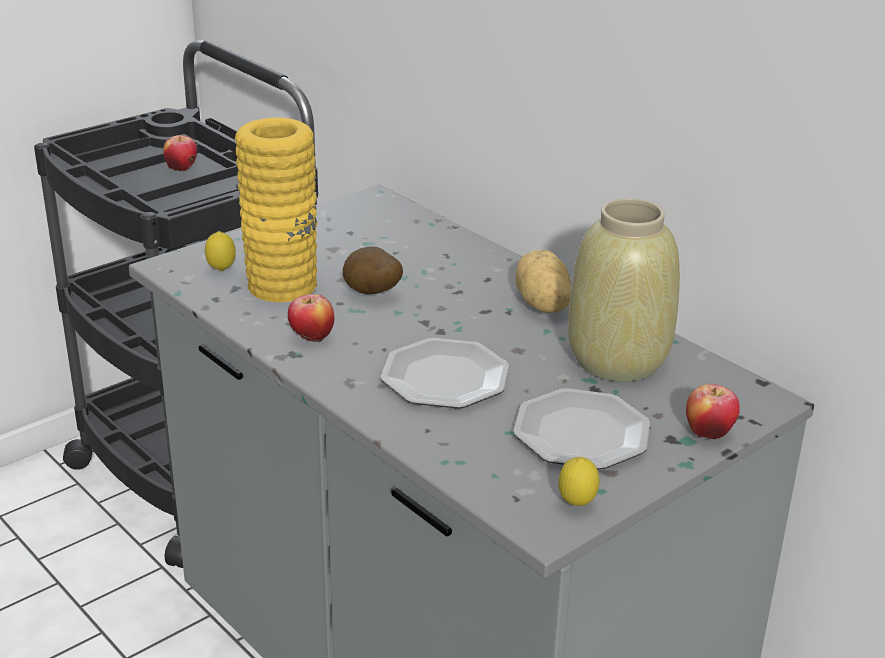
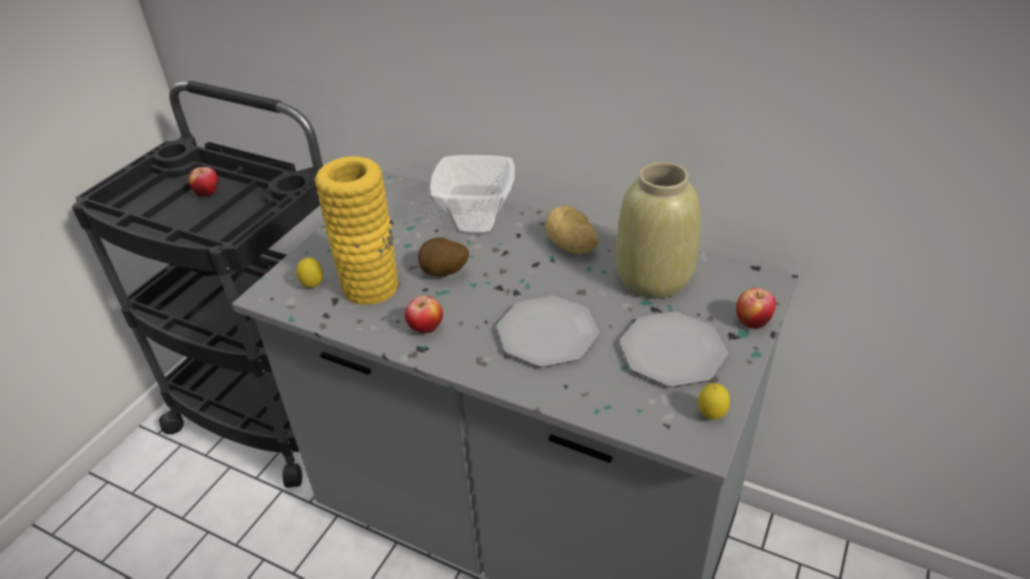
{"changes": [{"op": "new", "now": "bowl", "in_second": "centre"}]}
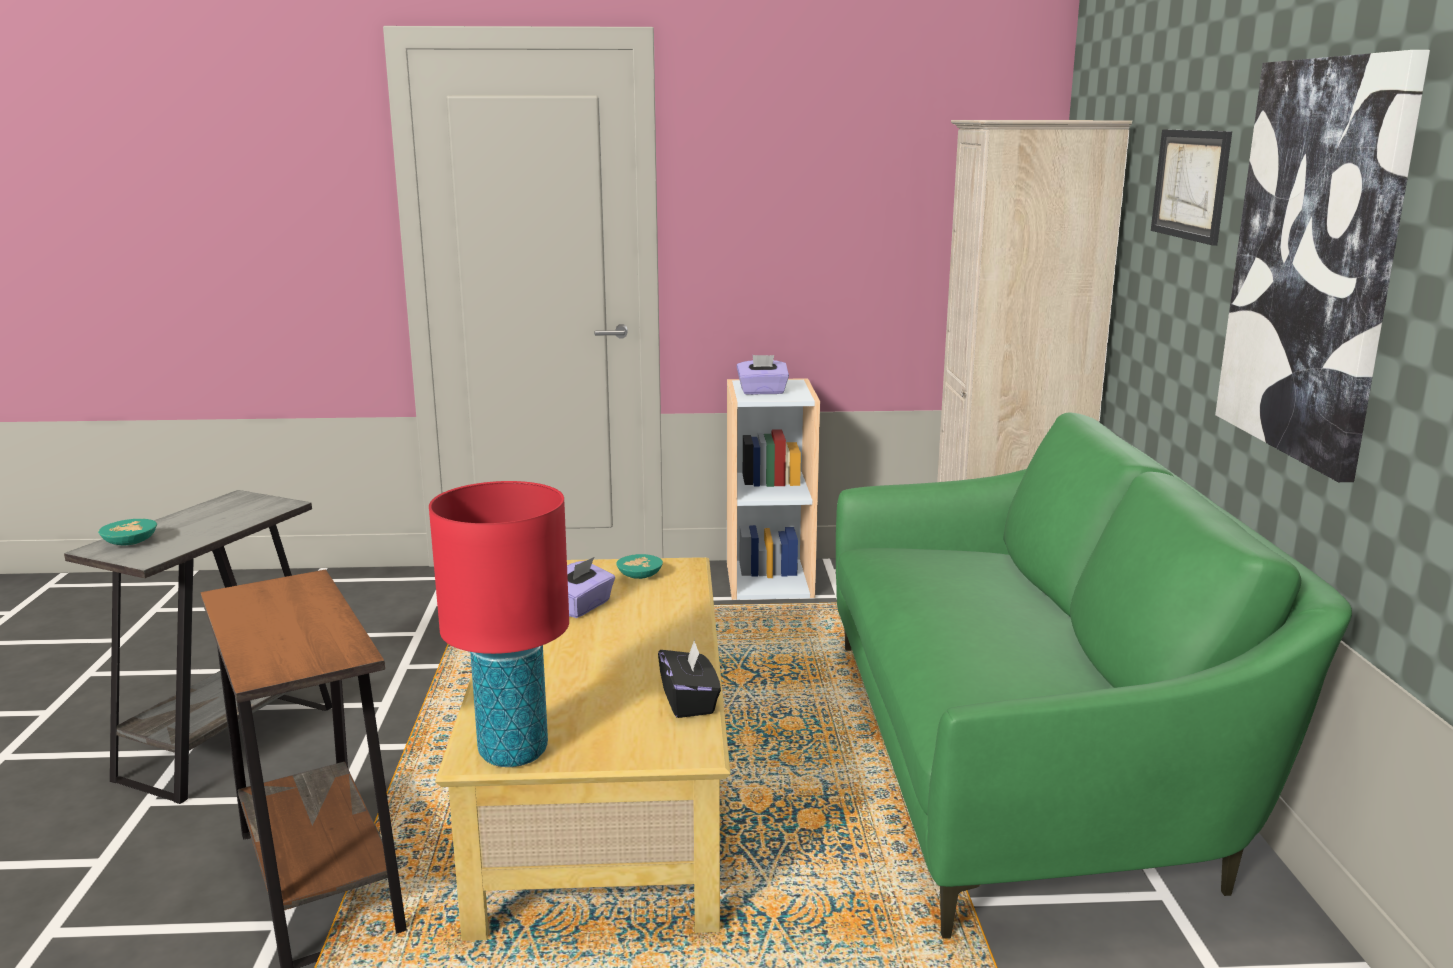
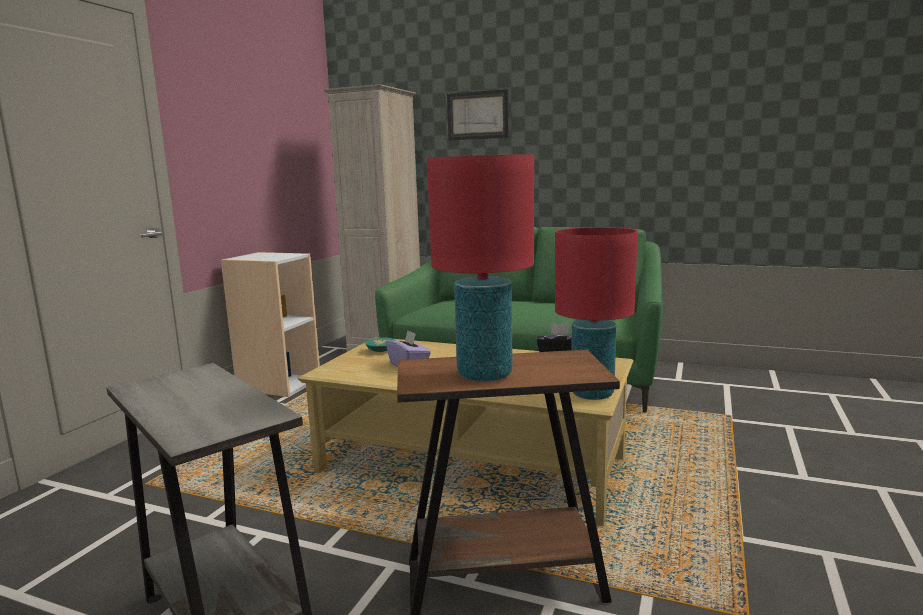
{"changes": [{"op": "gone", "was": "picture (no. 2 from left)", "in_first": "top right"}, {"op": "gone", "was": "purple tissue box (no. 2 from left)", "in_first": "centre"}, {"op": "gone", "was": "turquoise bowl (no. 1 from left)", "in_first": "middle left"}, {"op": "new", "now": "red table lamp (no. 1 from left)", "in_second": "centre"}]}
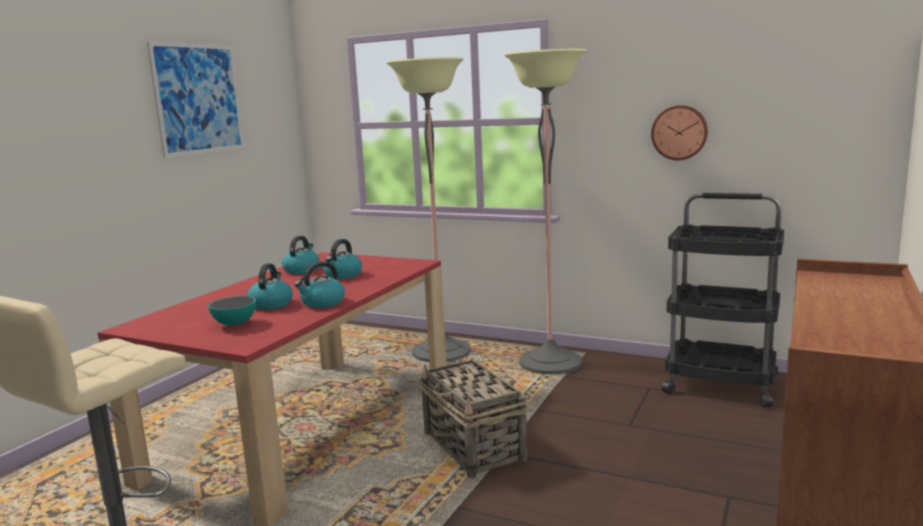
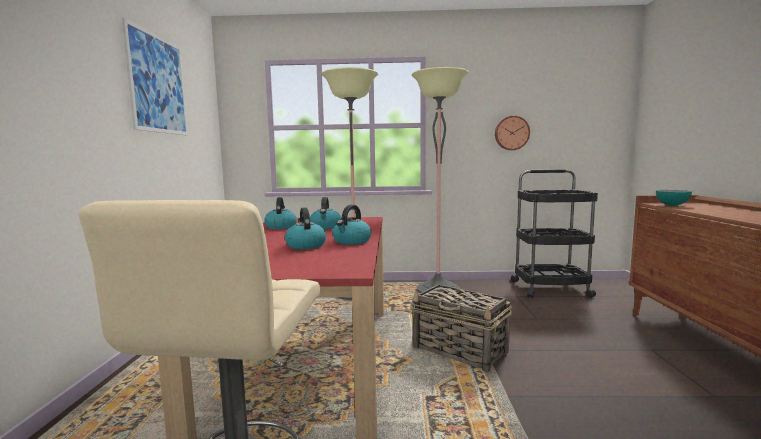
{"changes": [{"op": "shifted", "was": "bowl", "in_first": "middle left", "in_second": "middle right"}]}
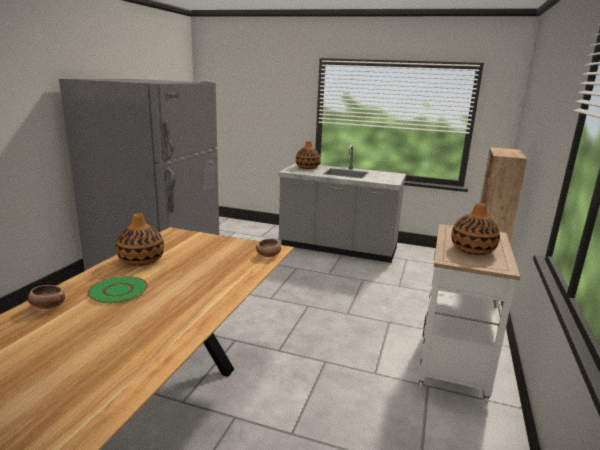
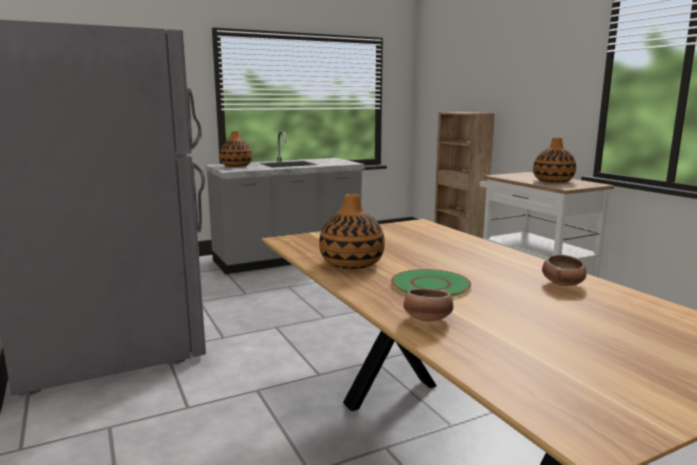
{"changes": [{"op": "shifted", "was": "bowl (no. 2 from left)", "in_first": "centre", "in_second": "middle right"}]}
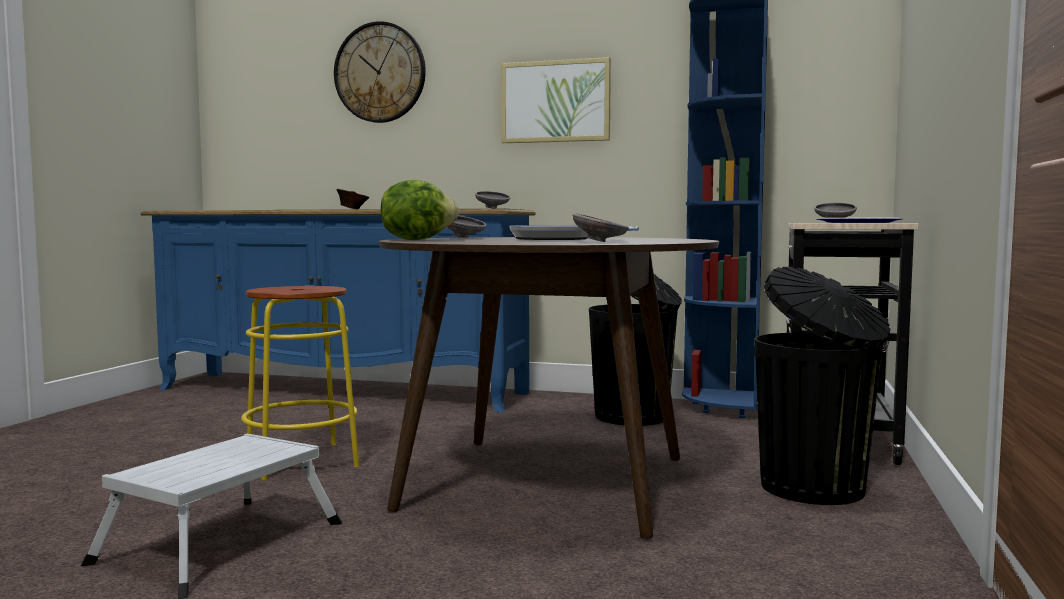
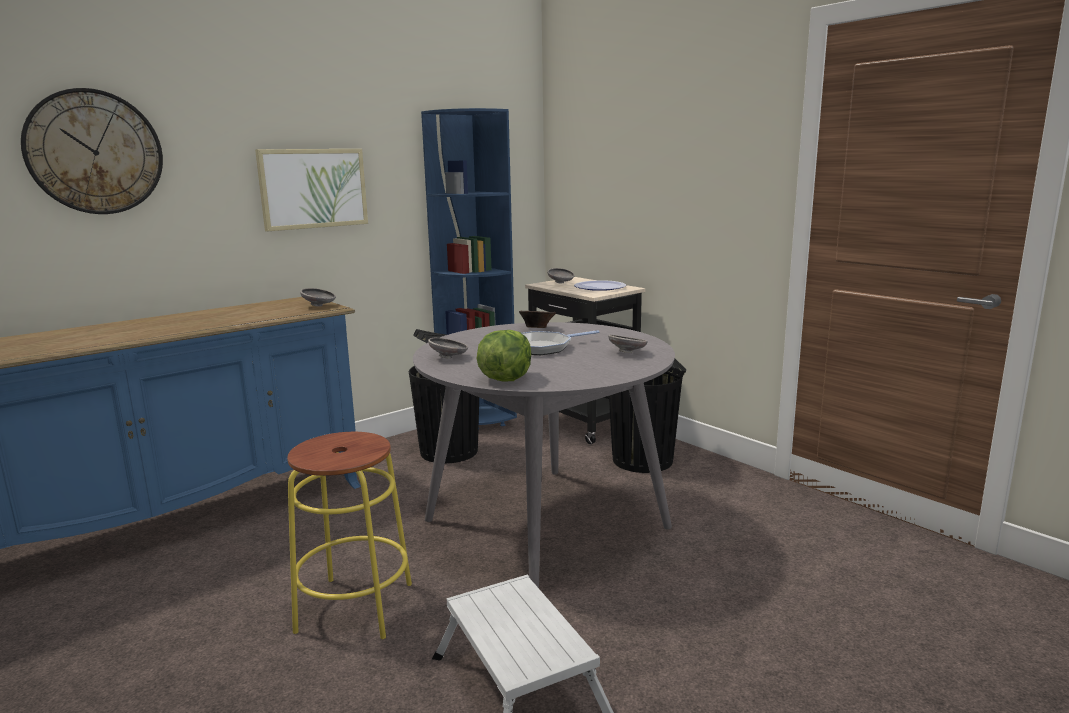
{"changes": [{"op": "shifted", "was": "brown bowl", "in_first": "top left", "in_second": "centre"}, {"op": "repainted", "was": "brown dining table", "now": "grey dining table", "in_first": "centre", "in_second": "centre"}]}
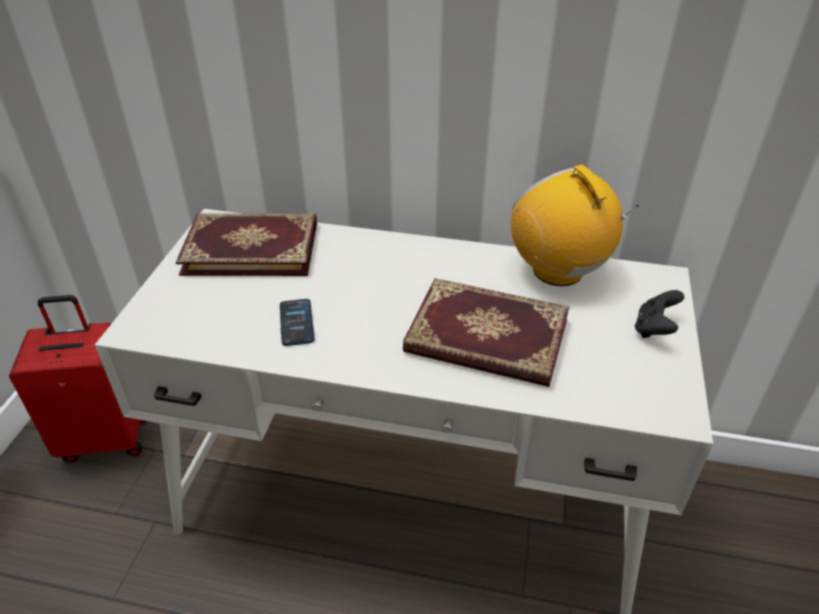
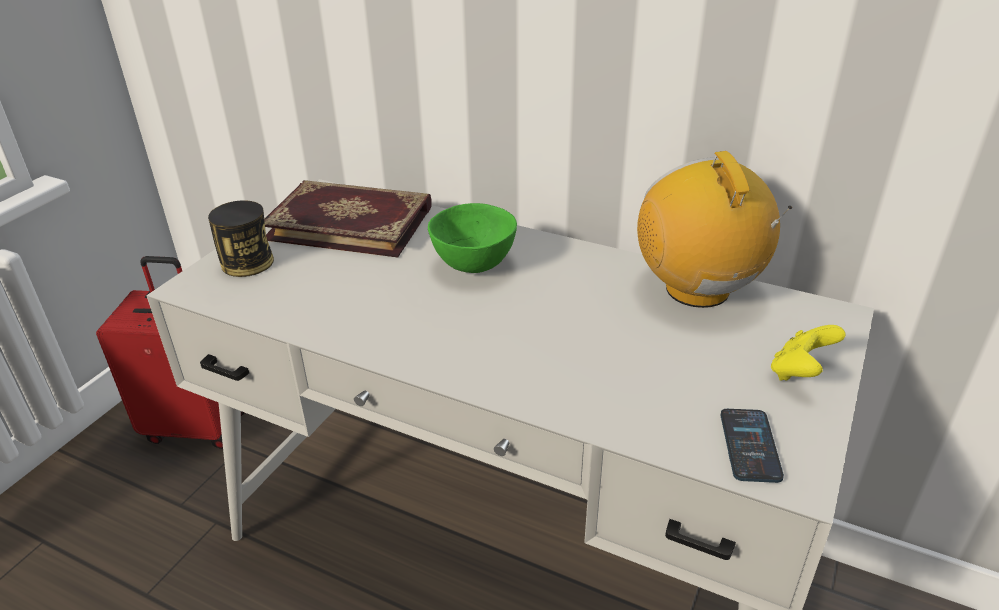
{"changes": [{"op": "gone", "was": "book (no. 2 from left)", "in_first": "centre"}, {"op": "repainted", "was": "black game controller", "now": "yellow game controller", "in_first": "middle right", "in_second": "middle right"}, {"op": "shifted", "was": "phone", "in_first": "centre", "in_second": "bottom right"}, {"op": "new", "now": "can", "in_second": "middle left"}, {"op": "new", "now": "green bowl", "in_second": "centre"}]}
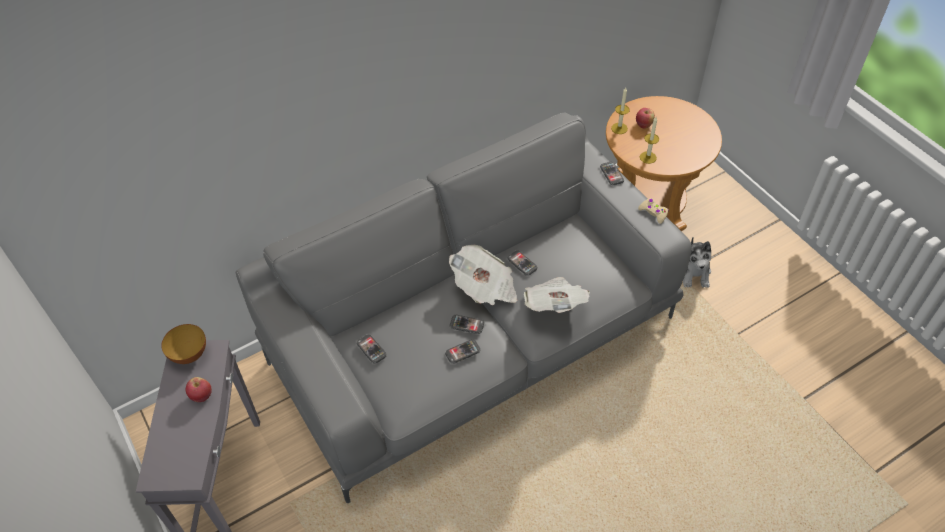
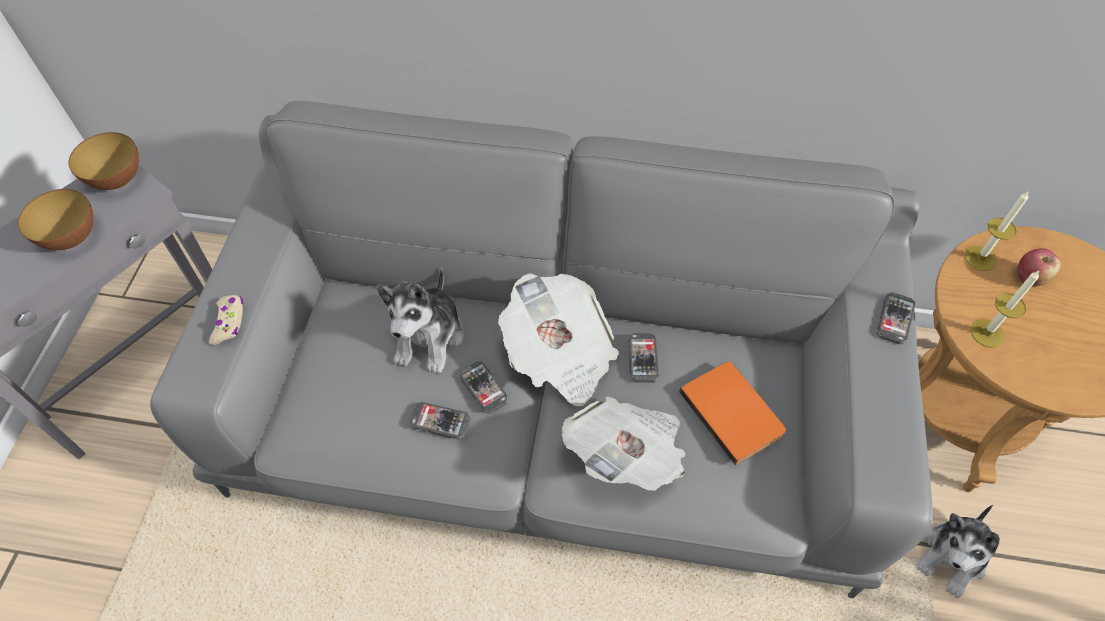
{"changes": [{"op": "shifted", "was": "beige game controller", "in_first": "middle right", "in_second": "middle left"}, {"op": "gone", "was": "phone (no. 1 from left)", "in_first": "centre"}, {"op": "swapped", "was": "apple (no. 1 from left)", "now": "bowl (no. 1 from left)", "in_first": "bottom left", "in_second": "middle left"}, {"op": "new", "now": "plush toy (no. 1 from left)", "in_second": "centre"}, {"op": "new", "now": "orange book", "in_second": "centre"}]}
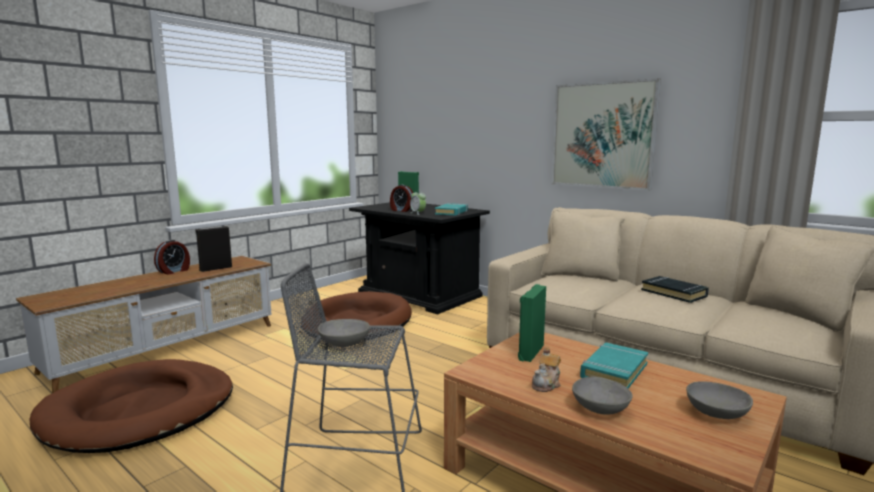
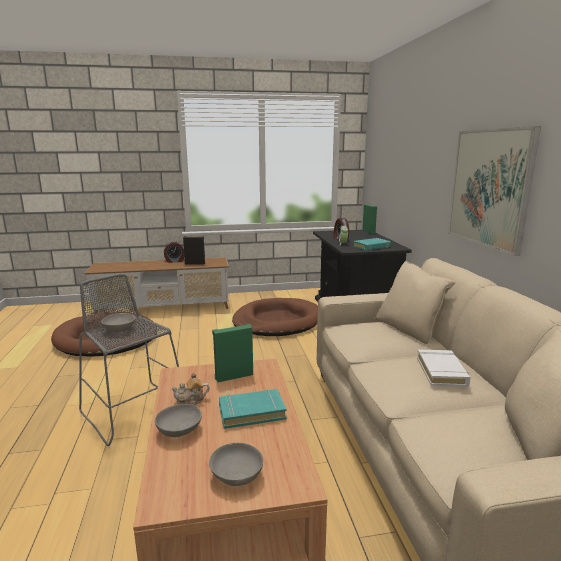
{"changes": [{"op": "repainted", "was": "black book", "now": "white book", "in_first": "middle right", "in_second": "middle right"}]}
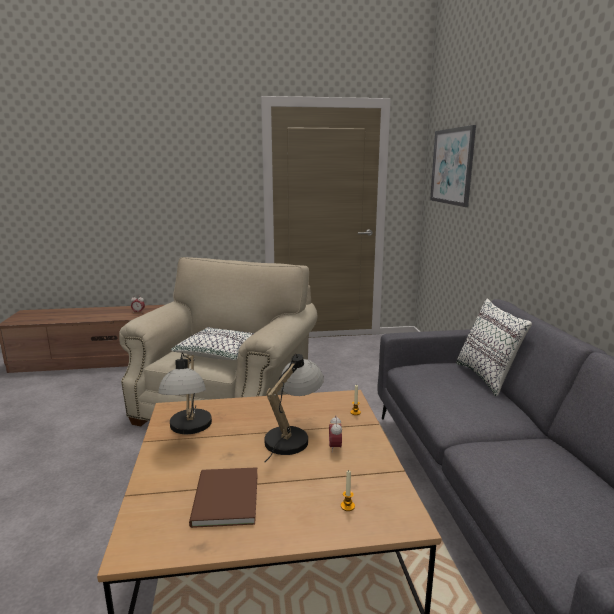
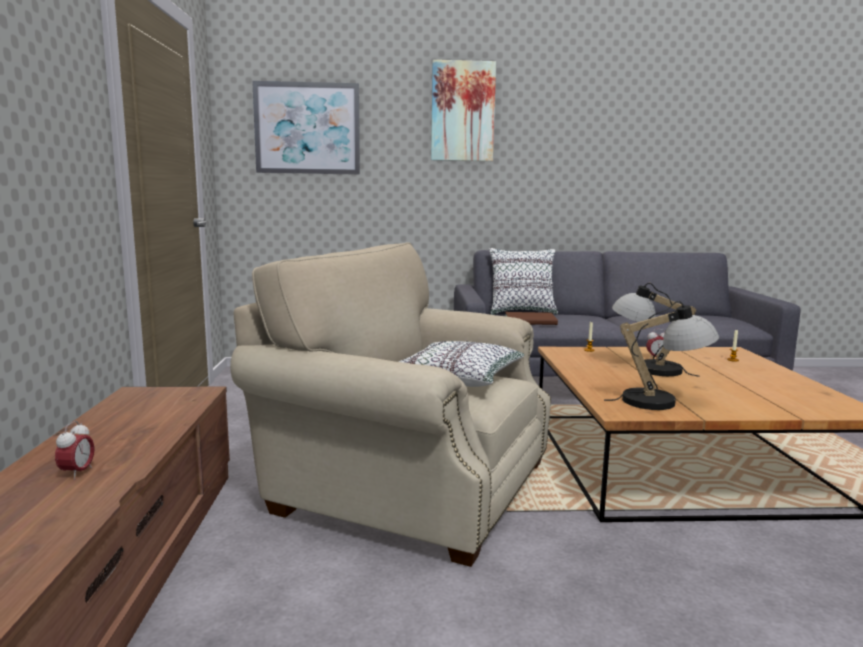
{"changes": [{"op": "shifted", "was": "brown book", "in_first": "bottom centre", "in_second": "centre"}, {"op": "new", "now": "picture (no. 2 from left)", "in_second": "top centre"}]}
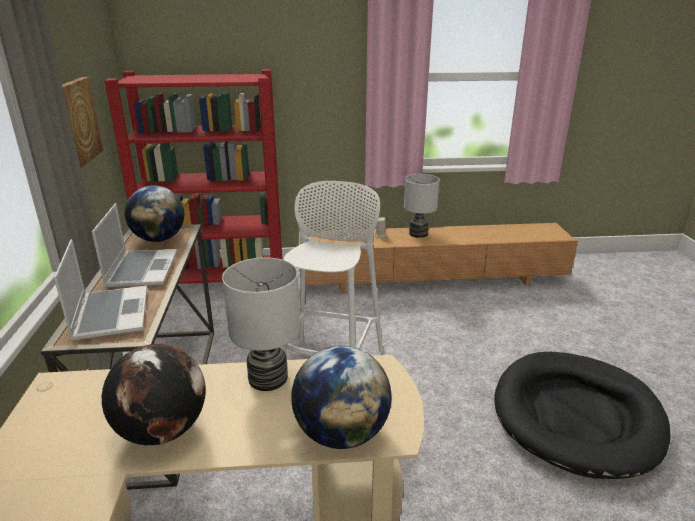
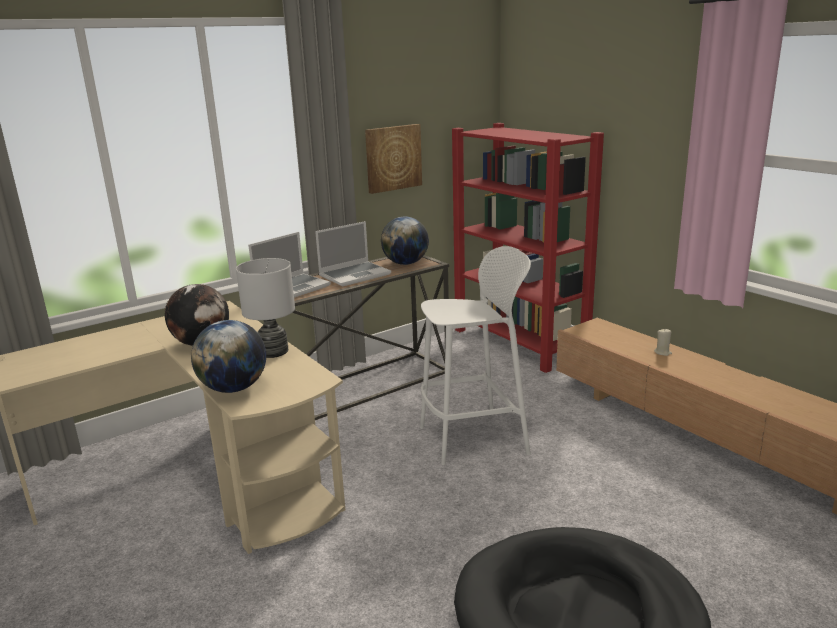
{"changes": [{"op": "gone", "was": "grey table lamp (no. 2 from left)", "in_first": "centre"}]}
